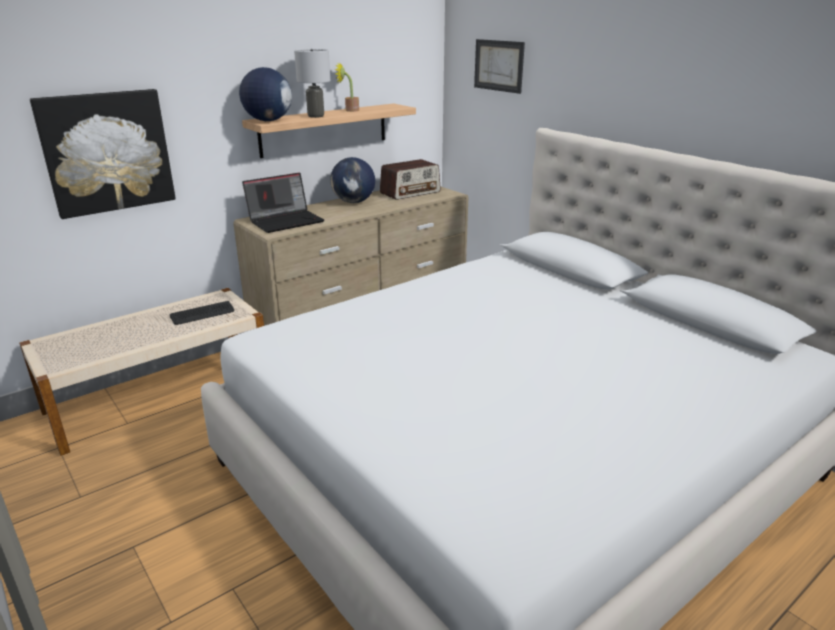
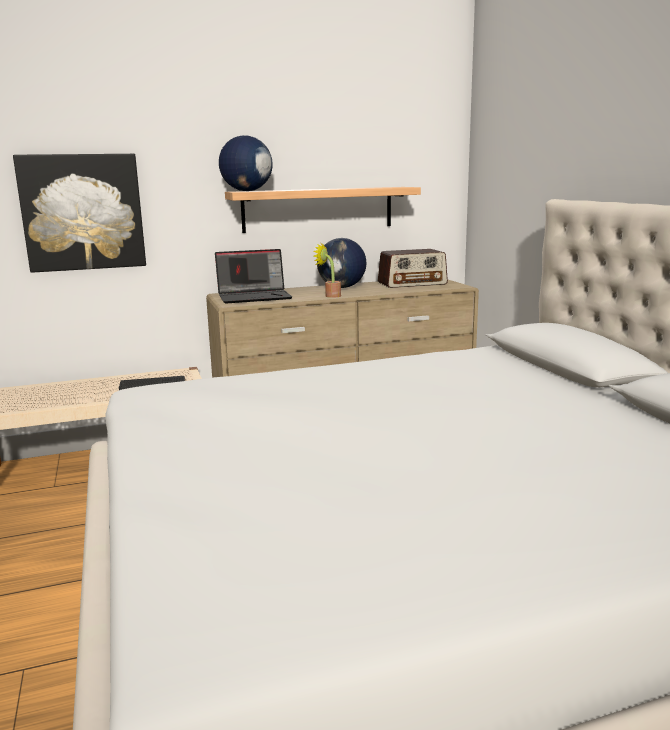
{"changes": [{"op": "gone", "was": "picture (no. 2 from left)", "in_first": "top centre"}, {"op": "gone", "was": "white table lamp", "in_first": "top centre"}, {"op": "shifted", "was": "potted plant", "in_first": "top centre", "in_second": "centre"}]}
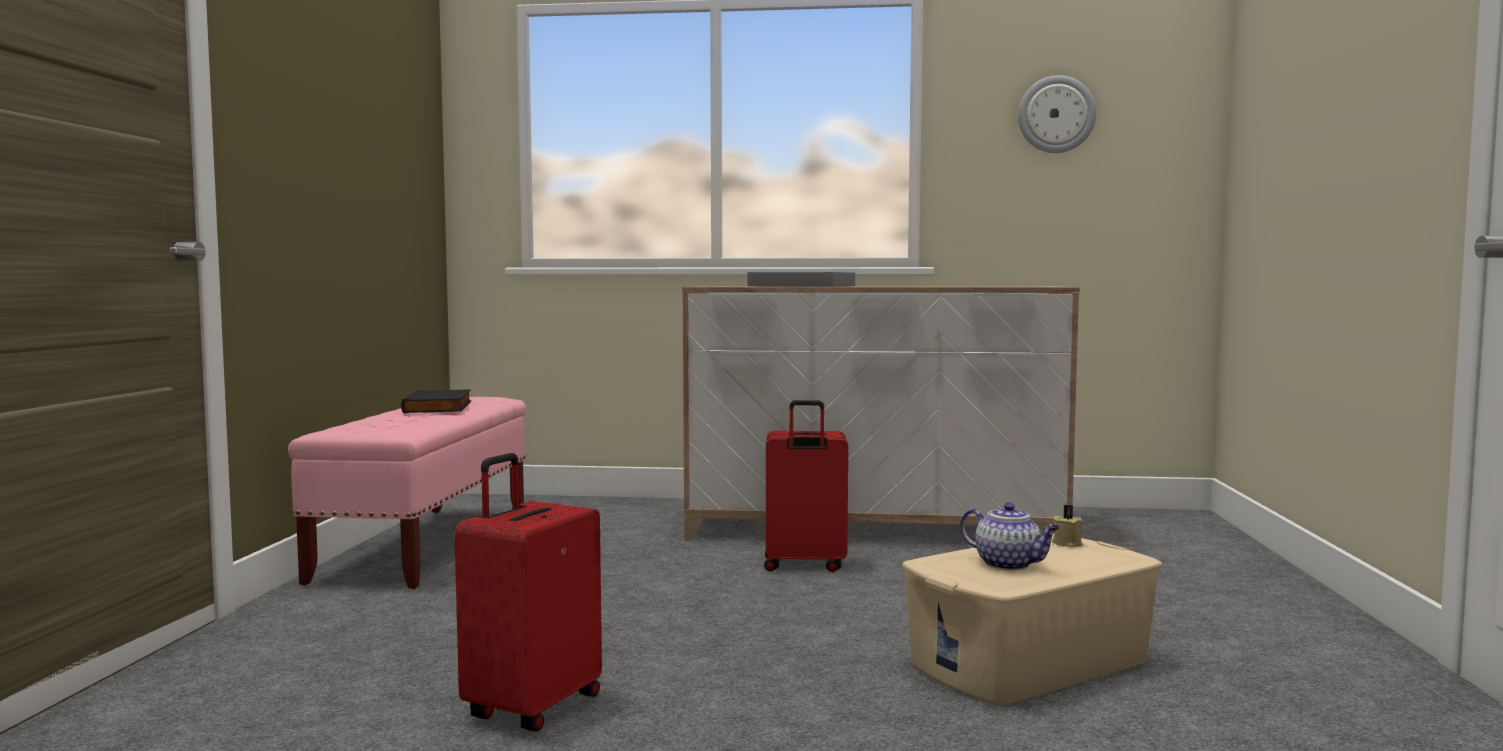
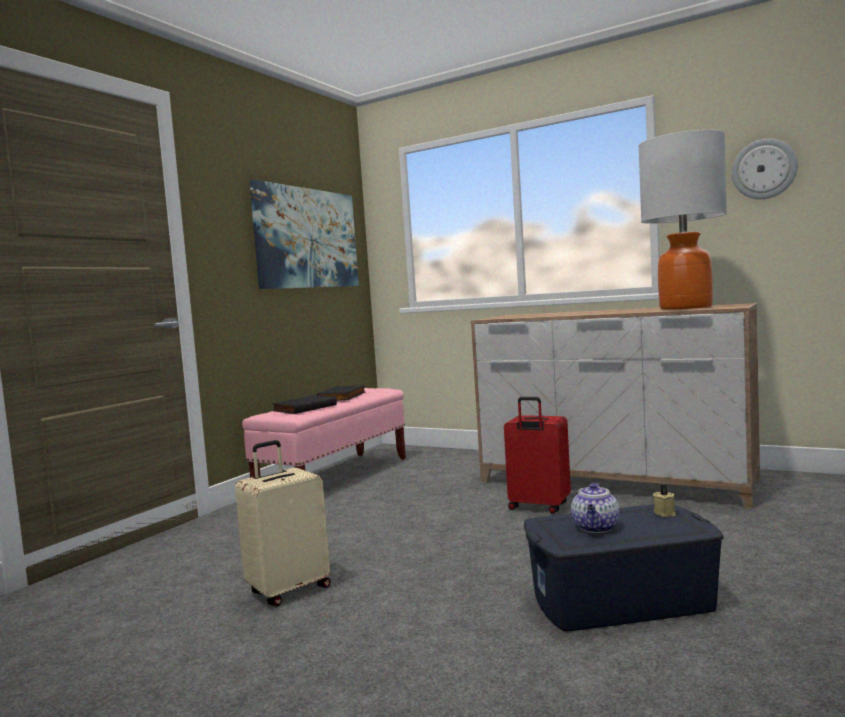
{"changes": [{"op": "gone", "was": "grey tray", "in_first": "centre"}, {"op": "repainted", "was": "red suitcase (no. 1 from left)", "now": "beige suitcase", "in_first": "bottom centre", "in_second": "bottom centre"}, {"op": "rotated", "was": "teapot", "in_first": "bottom right", "in_second": "bottom right", "clockwise": 45}, {"op": "repainted", "was": "beige storage box", "now": "blue storage box", "in_first": "bottom right", "in_second": "bottom right"}, {"op": "new", "now": "table lamp", "in_second": "top right"}, {"op": "new", "now": "picture", "in_second": "top centre"}, {"op": "new", "now": "black book (no. 1 from left)", "in_second": "centre"}]}
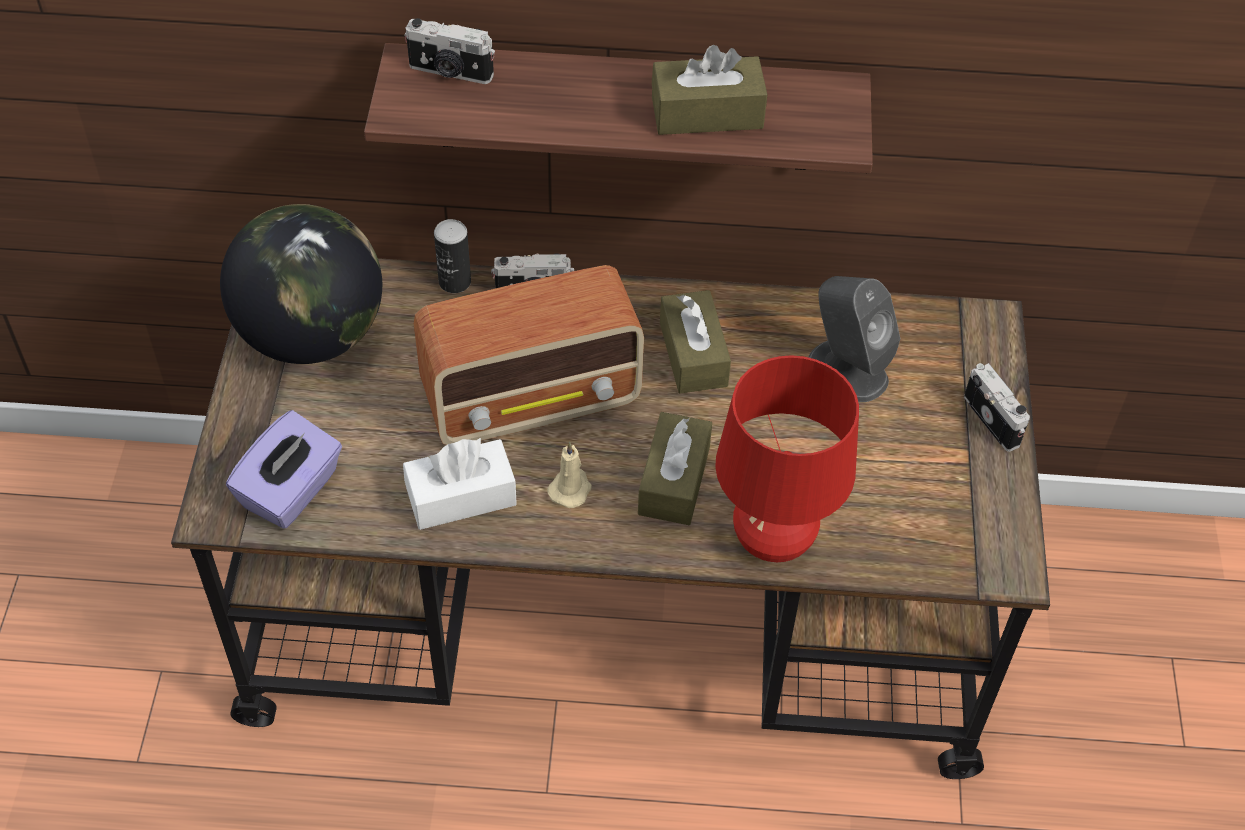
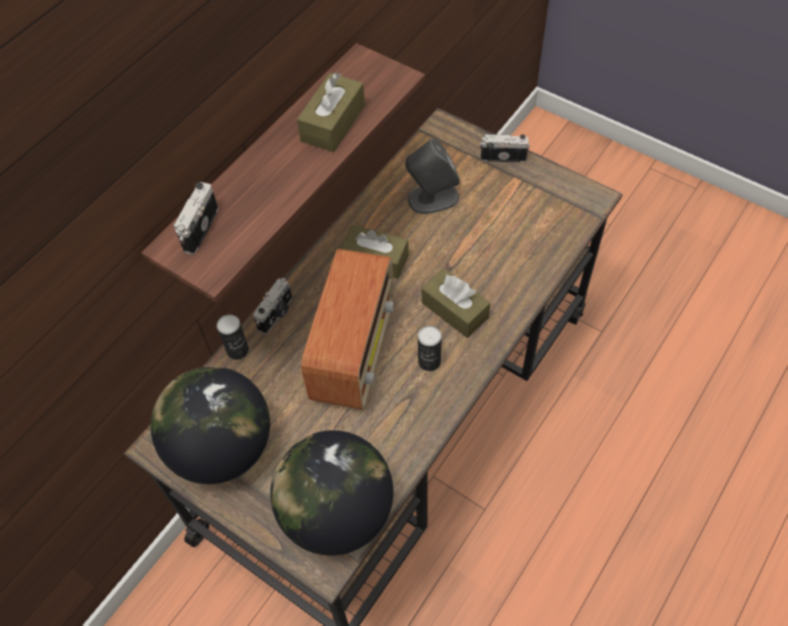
{"changes": [{"op": "rotated", "was": "photo camera (no. 1 from left)", "in_first": "top centre", "in_second": "middle left", "clockwise": 150}, {"op": "gone", "was": "red table lamp", "in_first": "centre"}, {"op": "swapped", "was": "purple tissue box", "now": "globe (no. 2 from left)", "in_first": "middle left", "in_second": "bottom centre"}, {"op": "gone", "was": "white tissue box", "in_first": "centre"}, {"op": "swapped", "was": "beige candle", "now": "can (no. 2 from left)", "in_first": "centre", "in_second": "centre"}]}
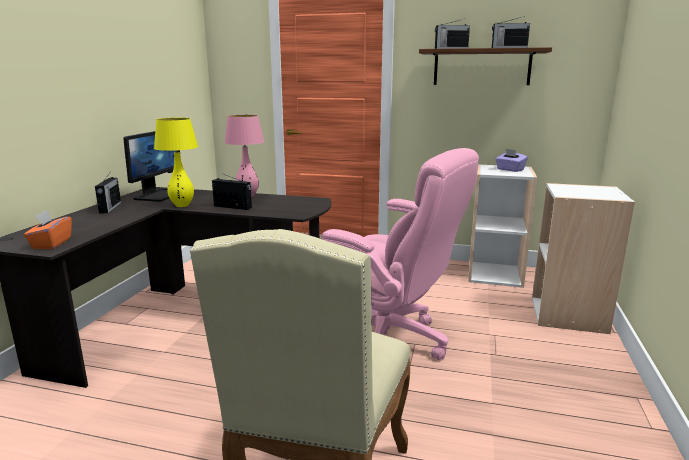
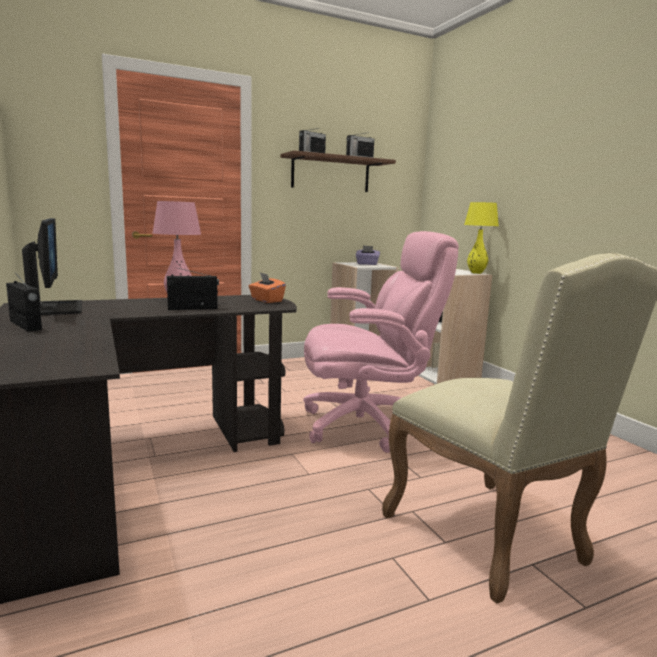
{"changes": [{"op": "shifted", "was": "yellow table lamp", "in_first": "middle left", "in_second": "middle right"}, {"op": "shifted", "was": "orange tissue box", "in_first": "middle left", "in_second": "centre"}]}
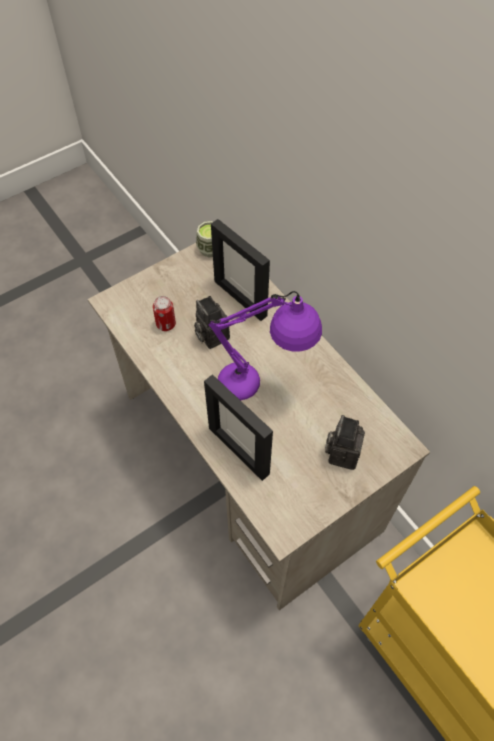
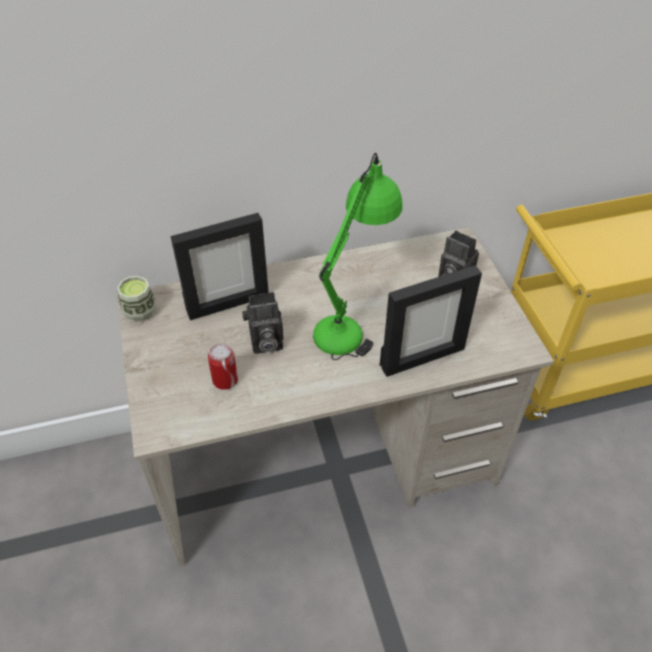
{"changes": [{"op": "repainted", "was": "purple table lamp", "now": "green table lamp", "in_first": "centre", "in_second": "centre"}]}
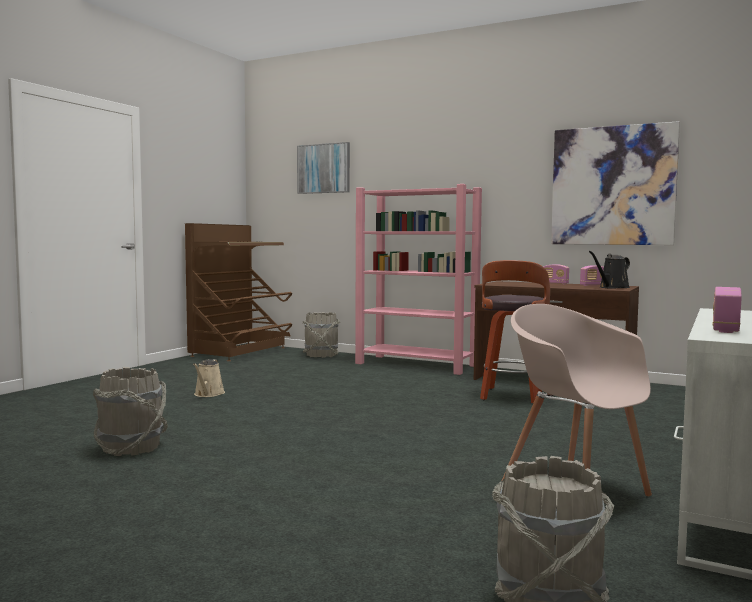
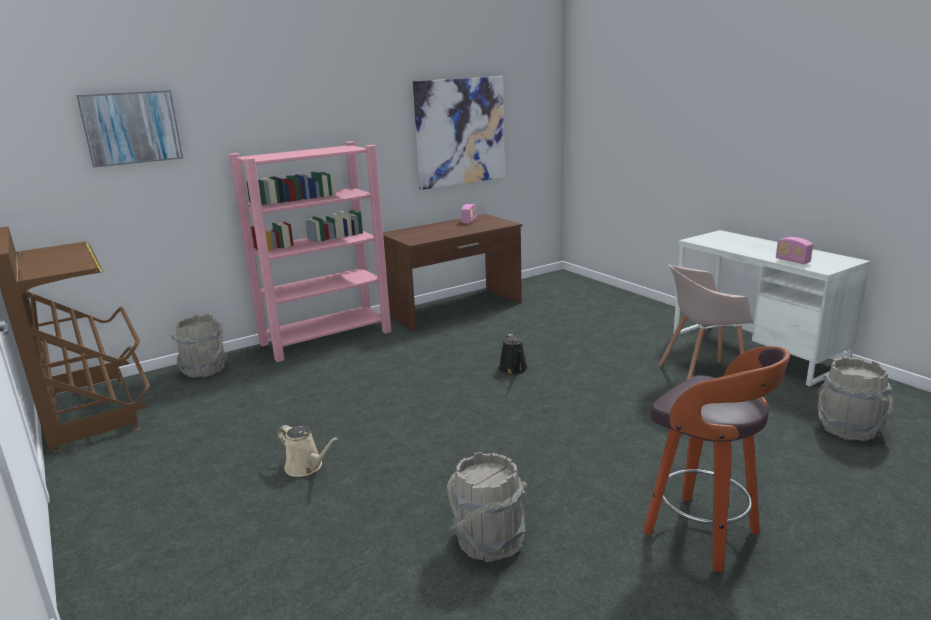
{"changes": [{"op": "shifted", "was": "black watering can", "in_first": "middle right", "in_second": "centre"}, {"op": "shifted", "was": "stool", "in_first": "middle right", "in_second": "bottom right"}, {"op": "gone", "was": "radio (no. 1 from left)", "in_first": "middle right"}]}
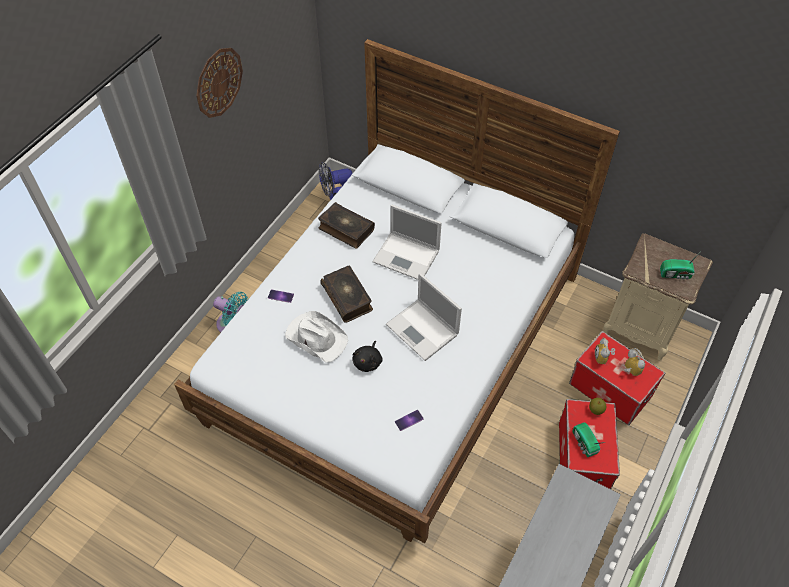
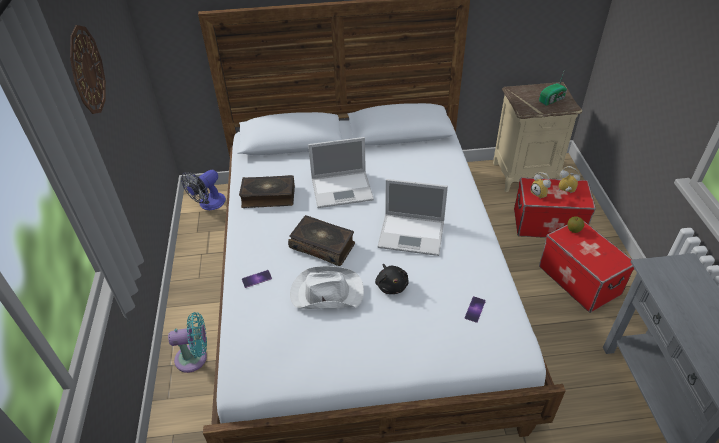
{"changes": [{"op": "gone", "was": "radio (no. 1 from left)", "in_first": "bottom right"}]}
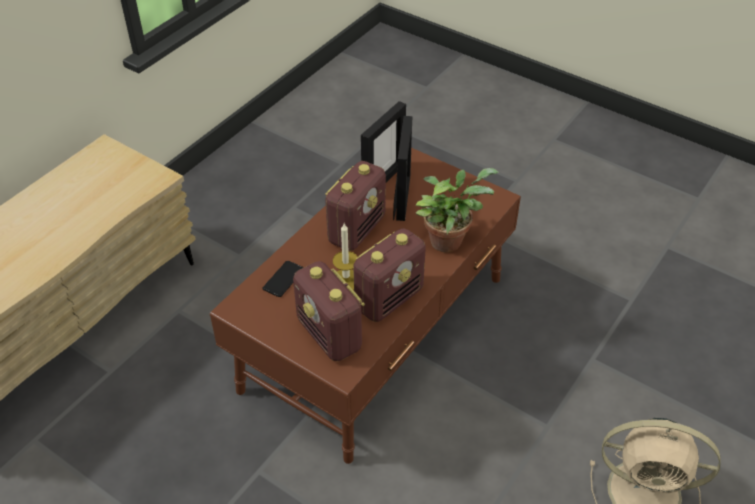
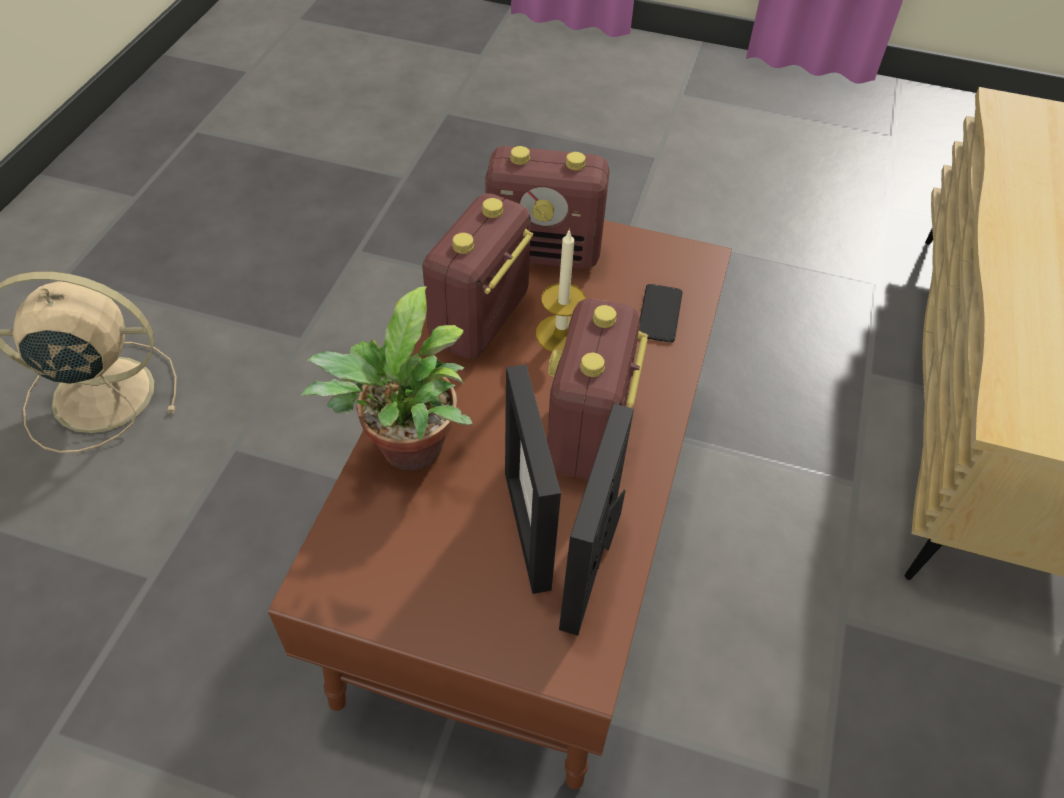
{"changes": [{"op": "rotated", "was": "radio (no. 1 from left in the first image)", "in_first": "centre", "in_second": "top centre", "clockwise": 150}]}
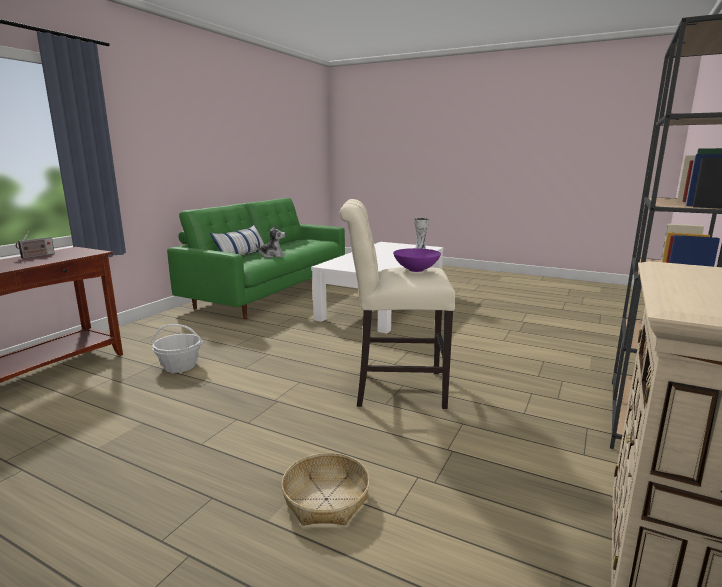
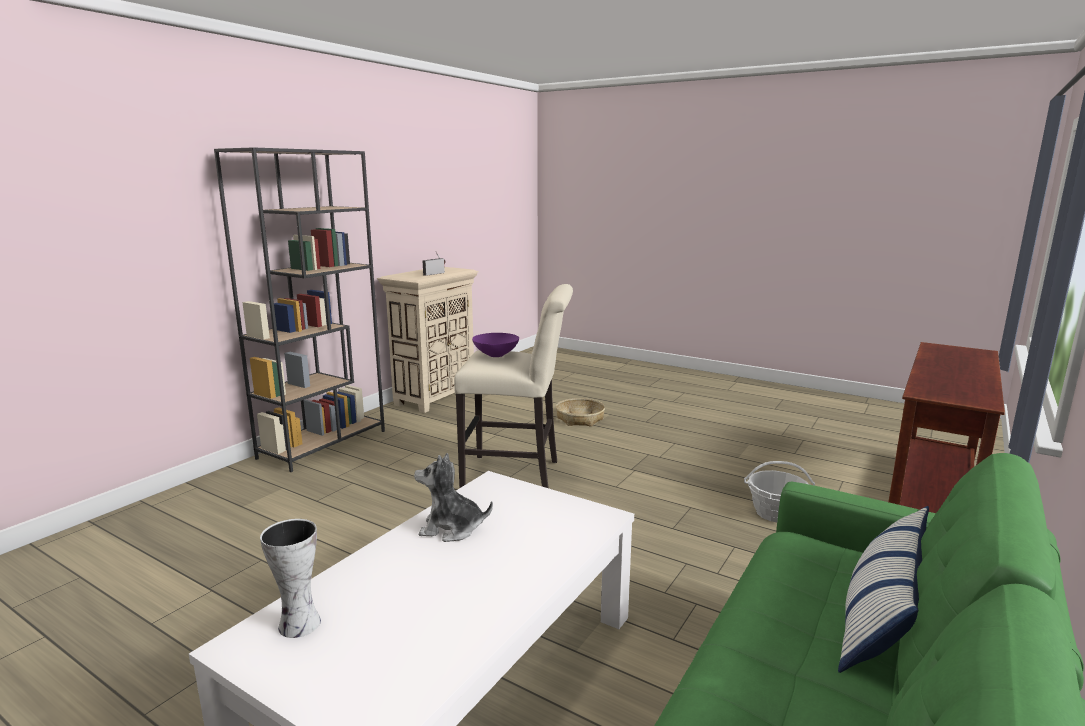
{"changes": [{"op": "shifted", "was": "plush toy", "in_first": "centre", "in_second": "bottom centre"}, {"op": "shifted", "was": "radio", "in_first": "middle left", "in_second": "centre"}]}
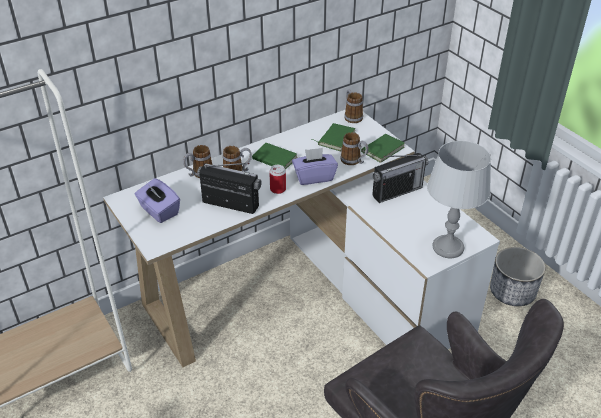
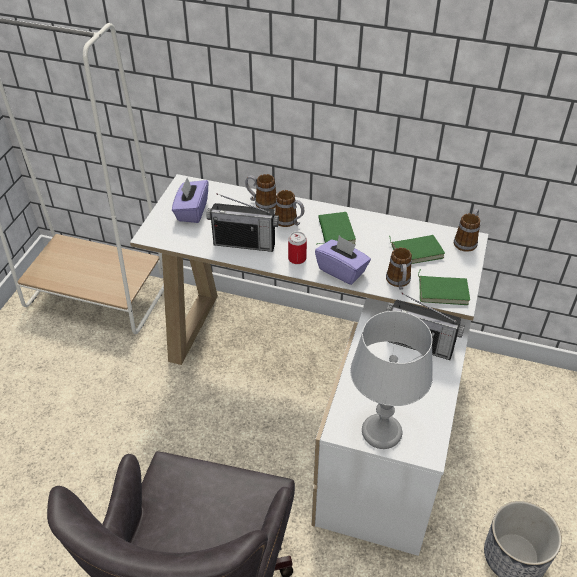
{"changes": [{"op": "rotated", "was": "radio (no. 1 from left)", "in_first": "centre", "in_second": "centre", "clockwise": 120}]}
